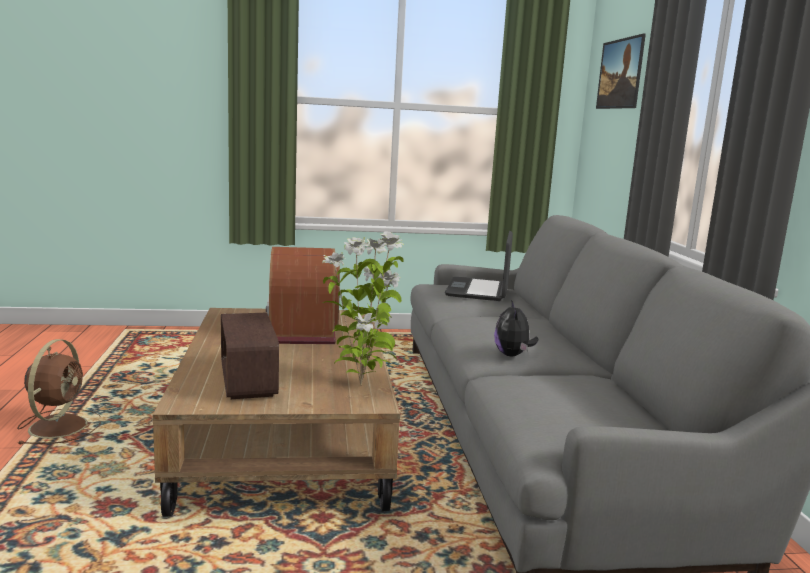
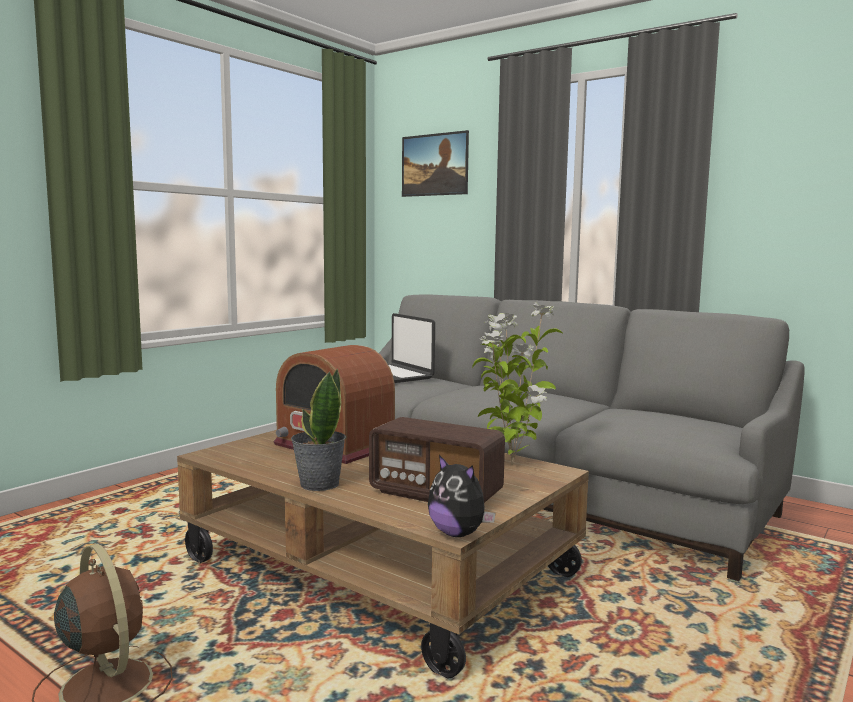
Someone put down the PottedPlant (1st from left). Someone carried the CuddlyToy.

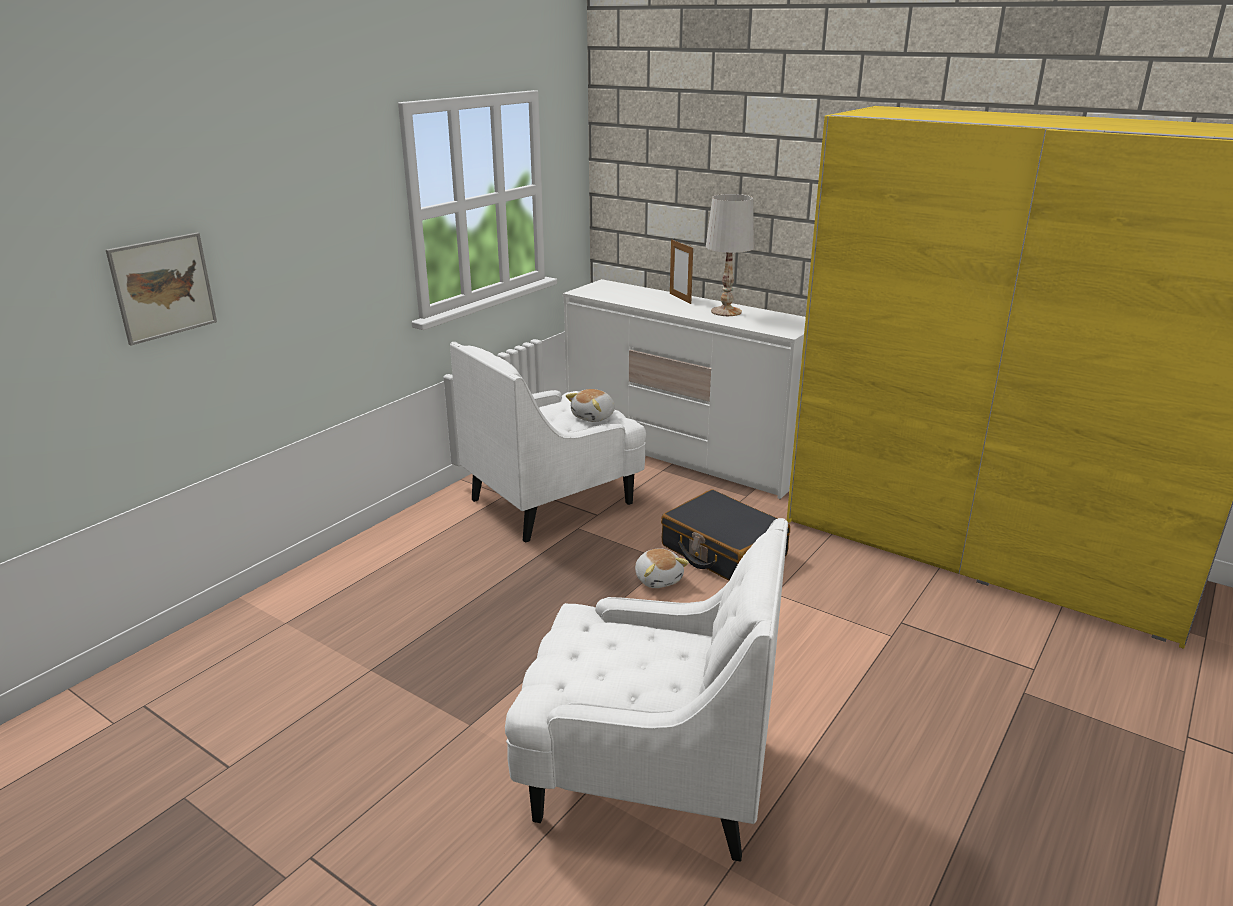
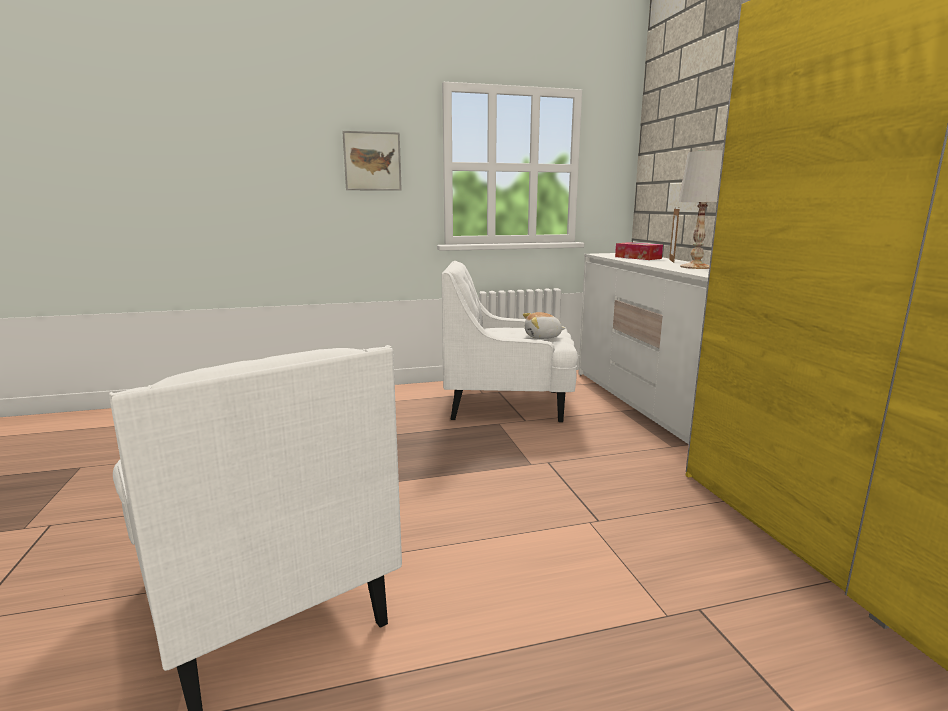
Someone carried the WallPicture. Someone put down the TissueBox. Someone took away the CuddlyToy (2nd from left). Someone took away the BlackTravelCase.

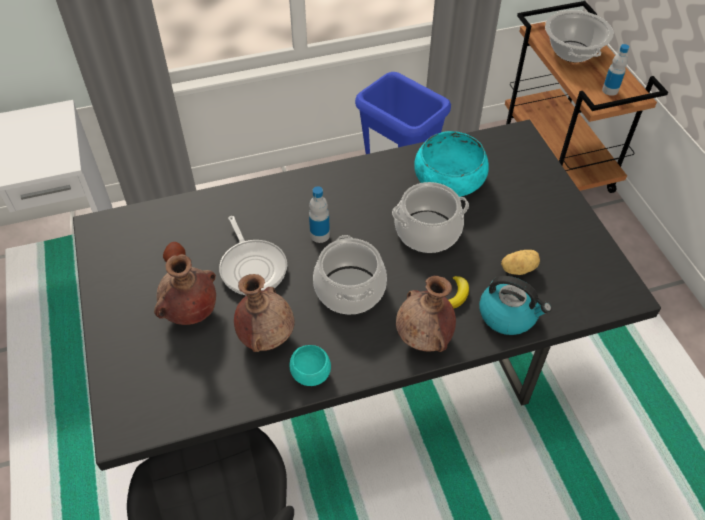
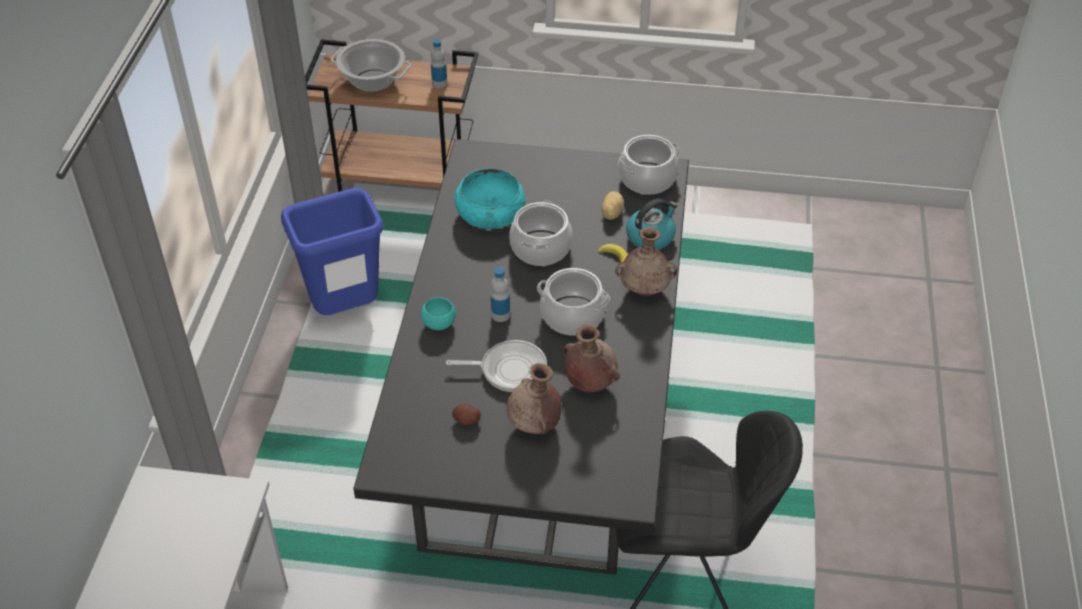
Someone carried the TurquoiseColouredDeepDish (1st from left). Someone put down the Saucepot (4th from left).

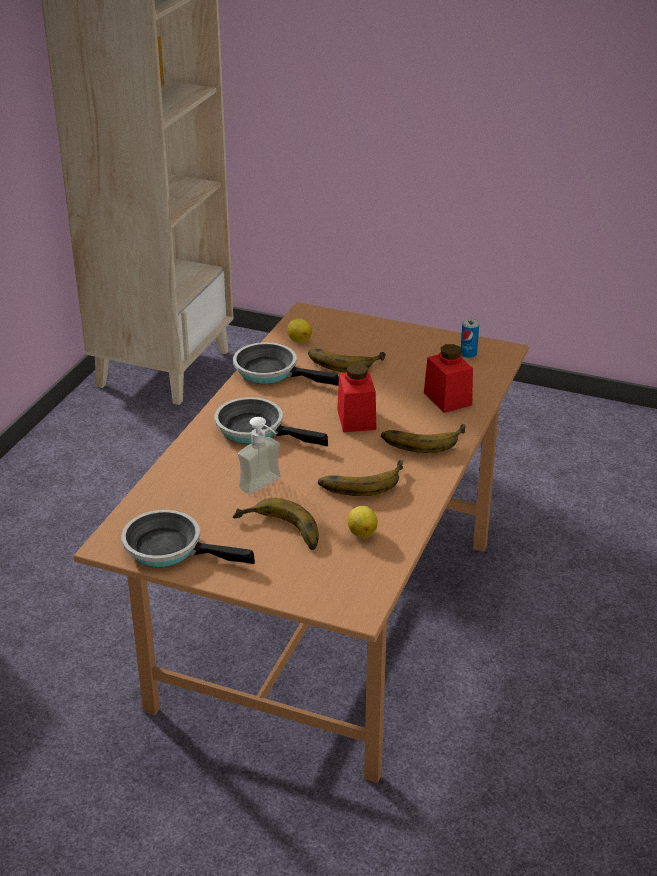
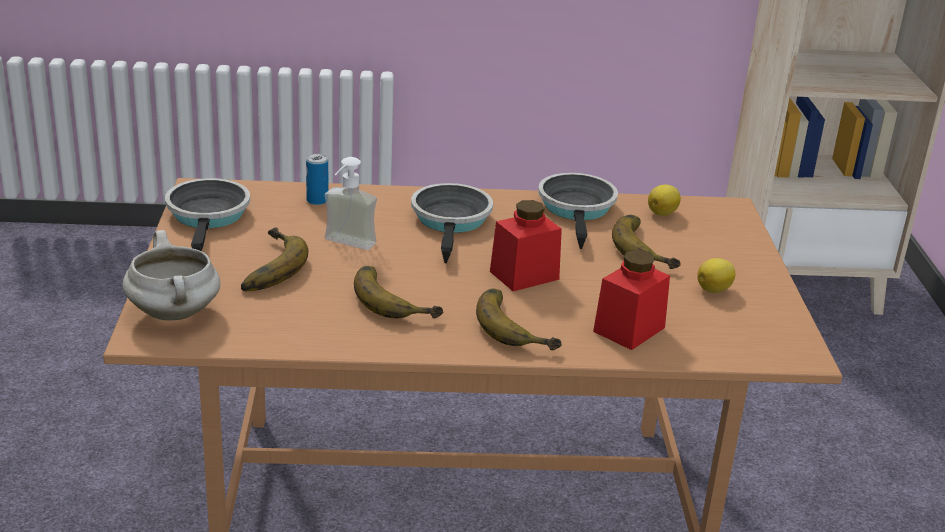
Someone put down the WhiteSaucepot. Someone carried the Can. Someone carried the WholeLemon (2nd from left).

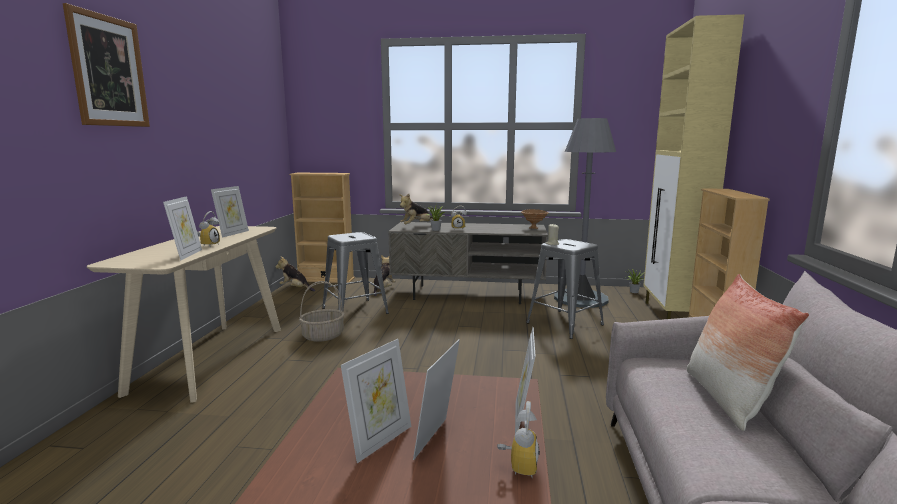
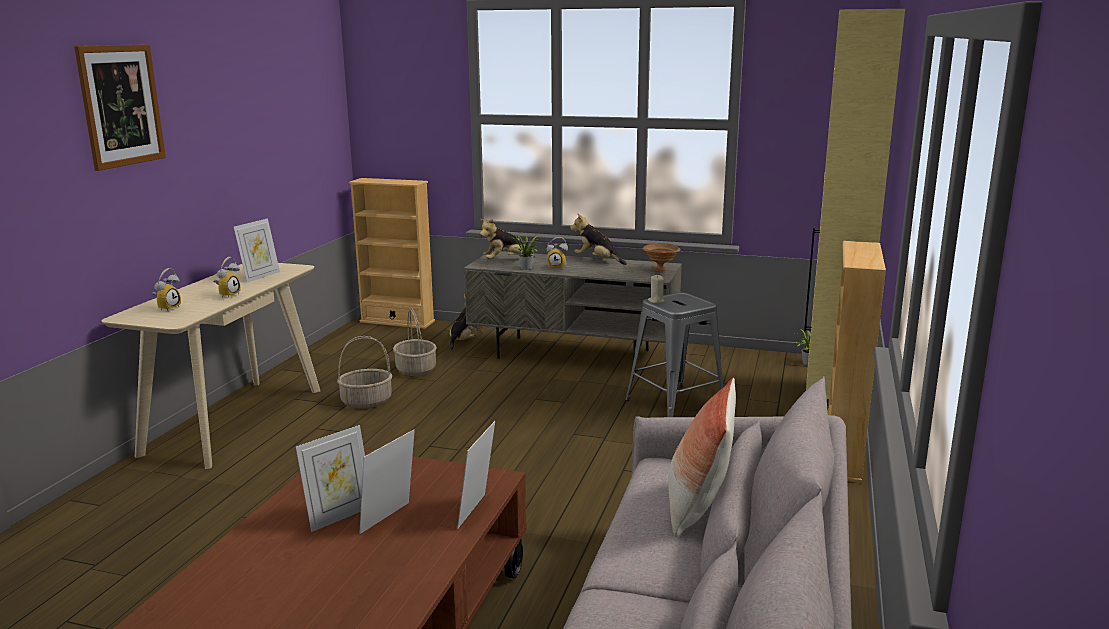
Someone carried the TableClock (3rd from left in the first image). Someone swapped the GreyishStoolSeat (1st from left) for the StorageBasket (2nd from left). Someone carried the CuddlyToy (1st from left in the first image). Someone took away the StandingFrame (1st from left). Someone took away the GreyishStandingLamp.

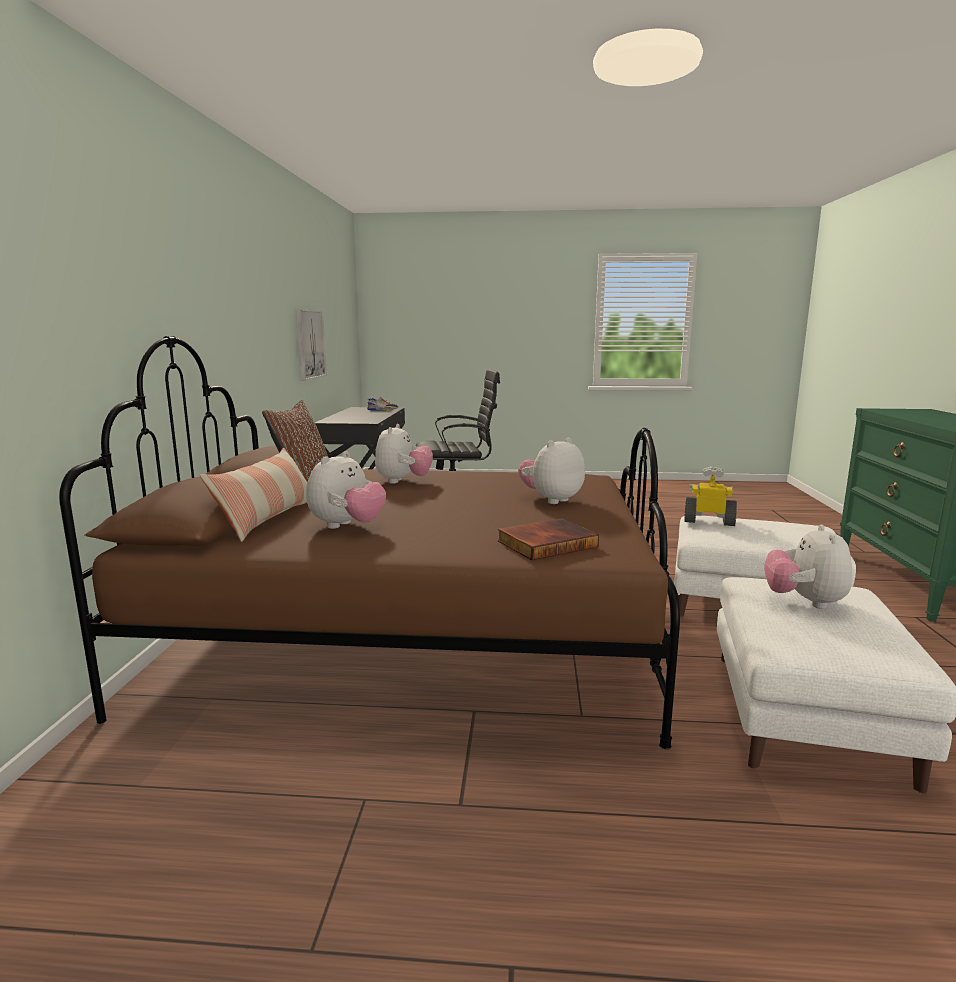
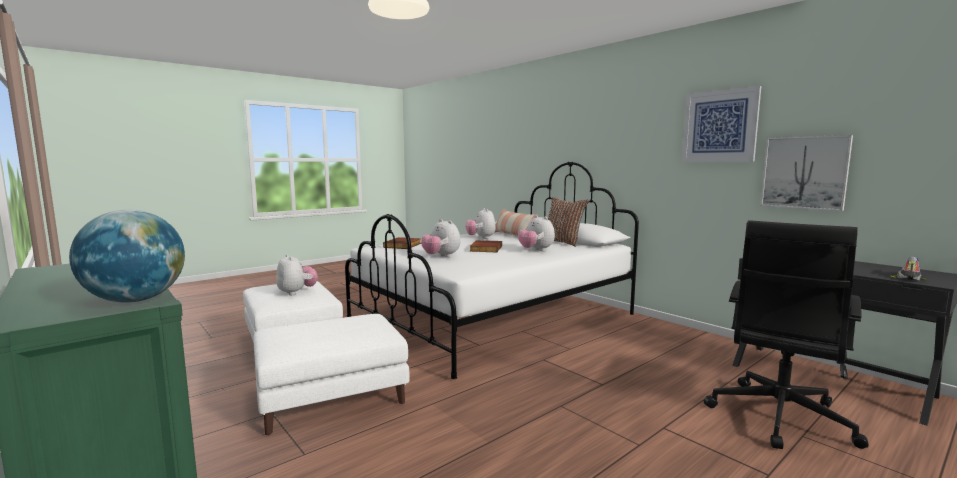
Someone put down the Globe. Someone repainted the BrownBed, which became the WhiteBed. Someone rotated the CuddlyToy (3rd from left in the first image) by 135 degrees clockwise. Someone put down the BoundBook (2nd from left). Someone put up the WallPicture (1st from left). Someone took away the ToyRobot.

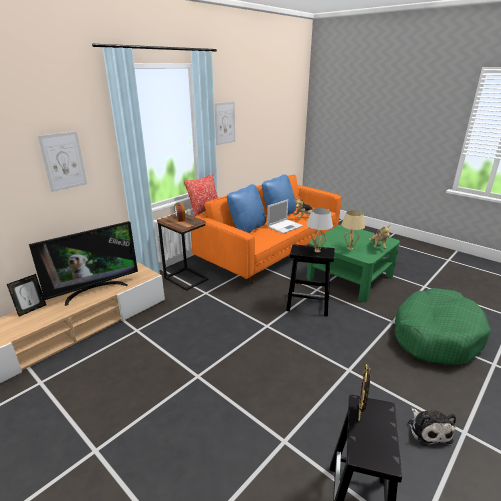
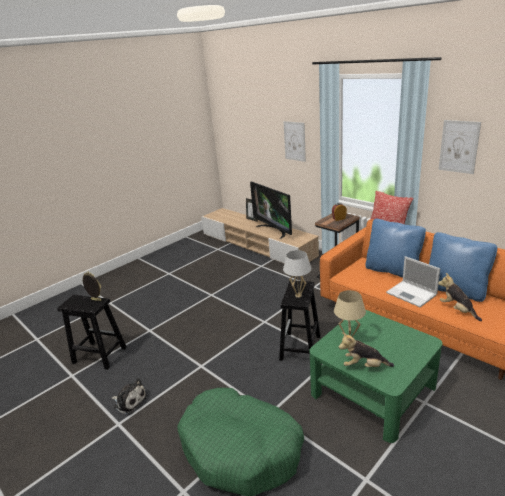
Someone rotated the CuddlyToy (3rd from left in the first image) by 150 degrees counterclockwise.

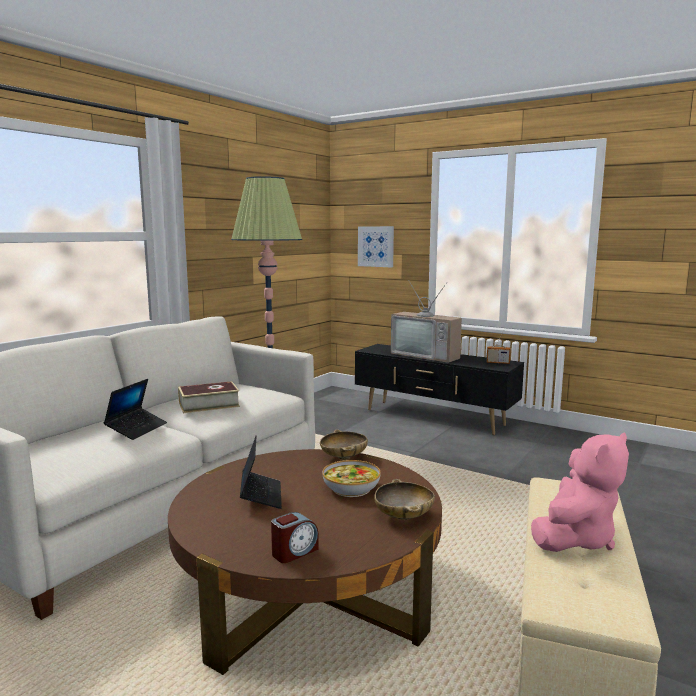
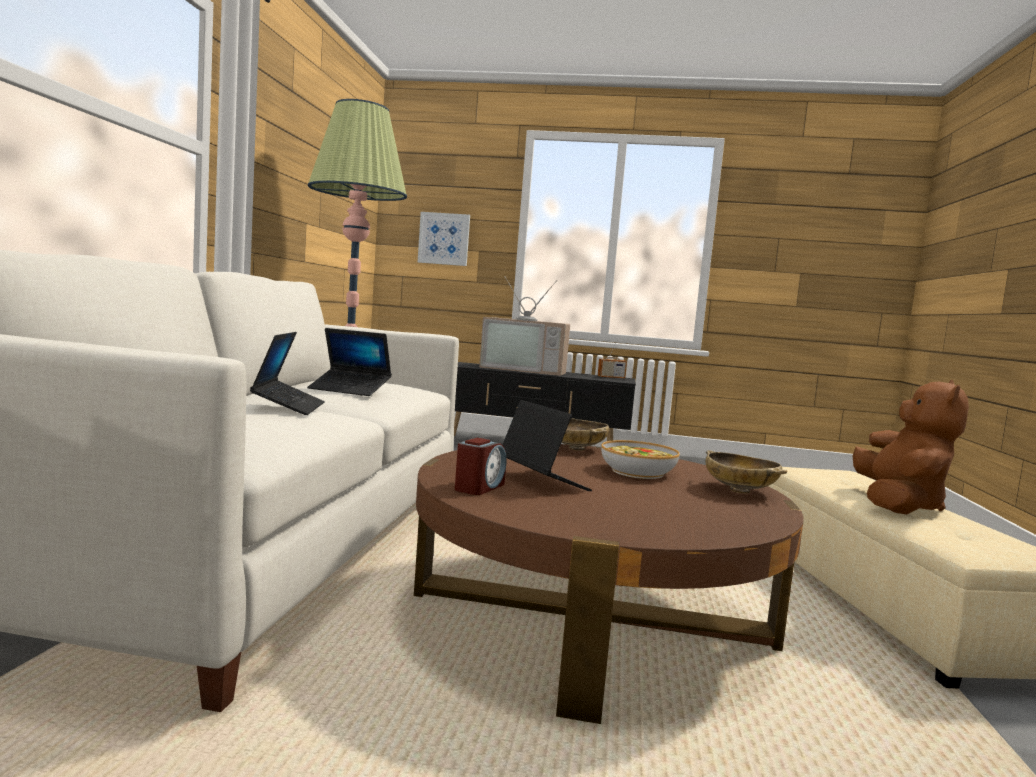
Someone swapped the BoundBook for the Laptop (2nd from left). Someone carried the TableClock. Someone repainted the PinkishCuddlyToy, which became the BrownCuddlyToy.

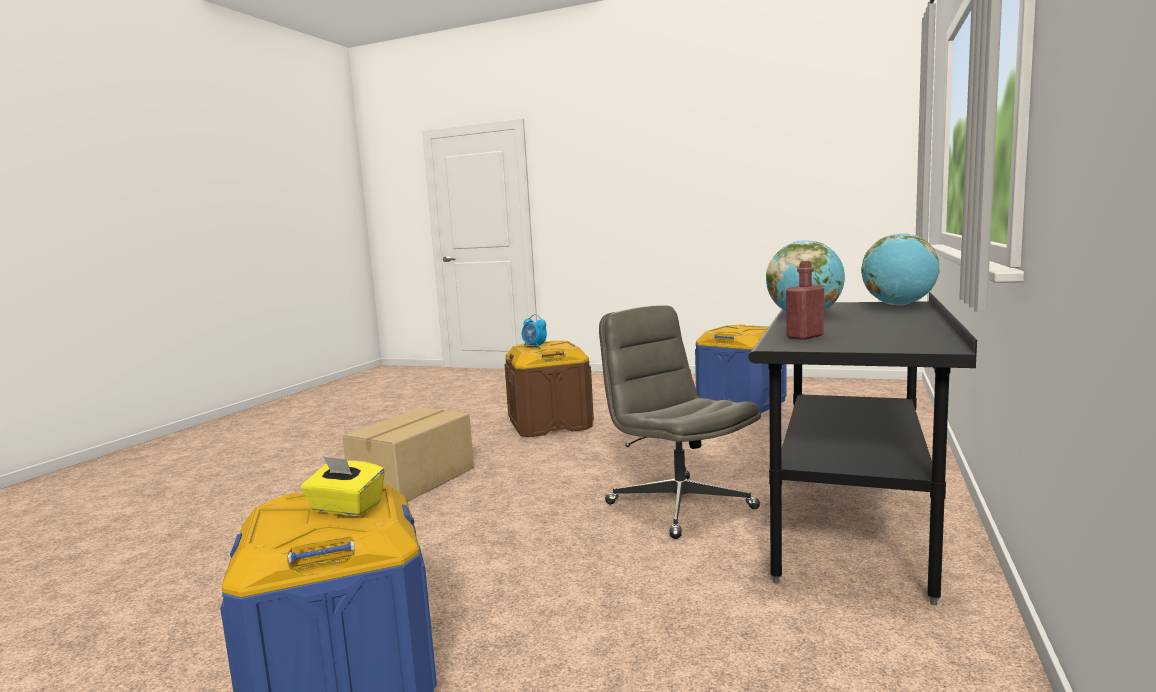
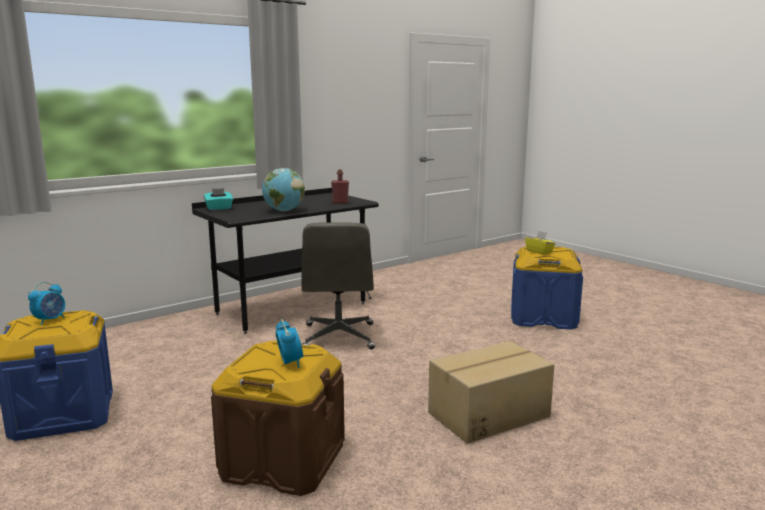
Someone put down the TableClock (1st from left). Someone swapped the Globe (2nd from left) for the TurquoiseColouredTissueBox.

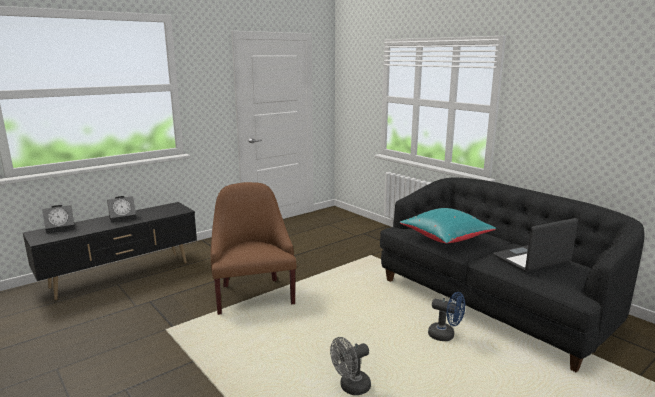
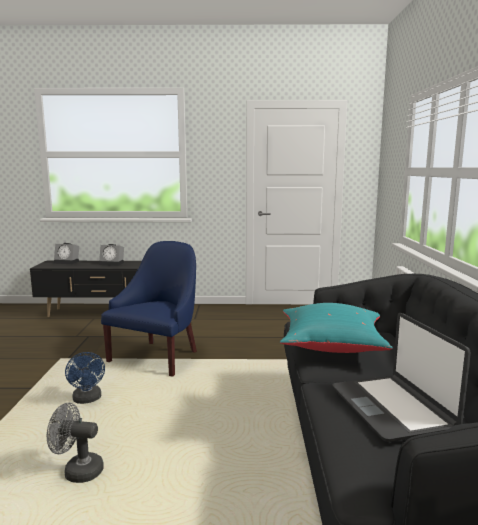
Someone carried the BluishFan. Someone repainted the BrownArmchair, which became the BluishArmchair. Someone rotated the Laptop by 120 degrees counterclockwise.

